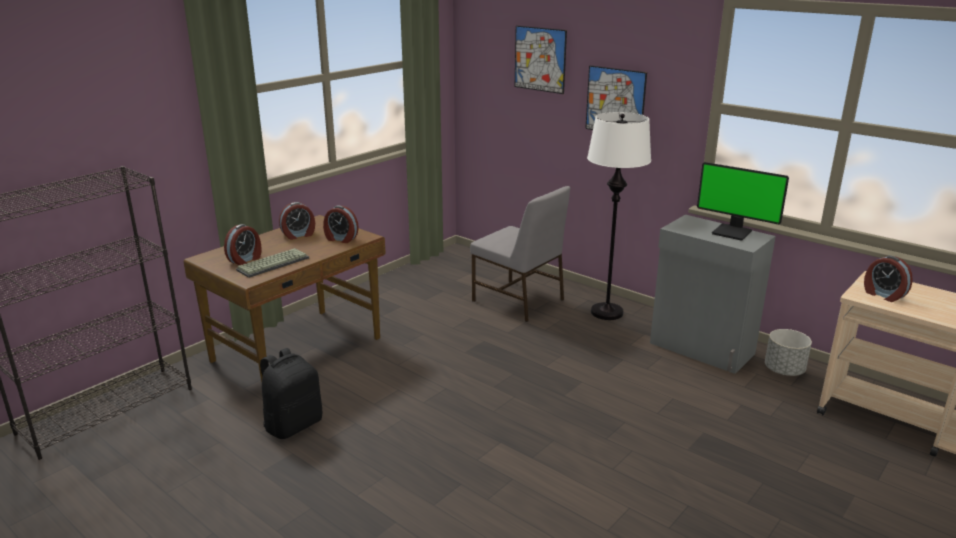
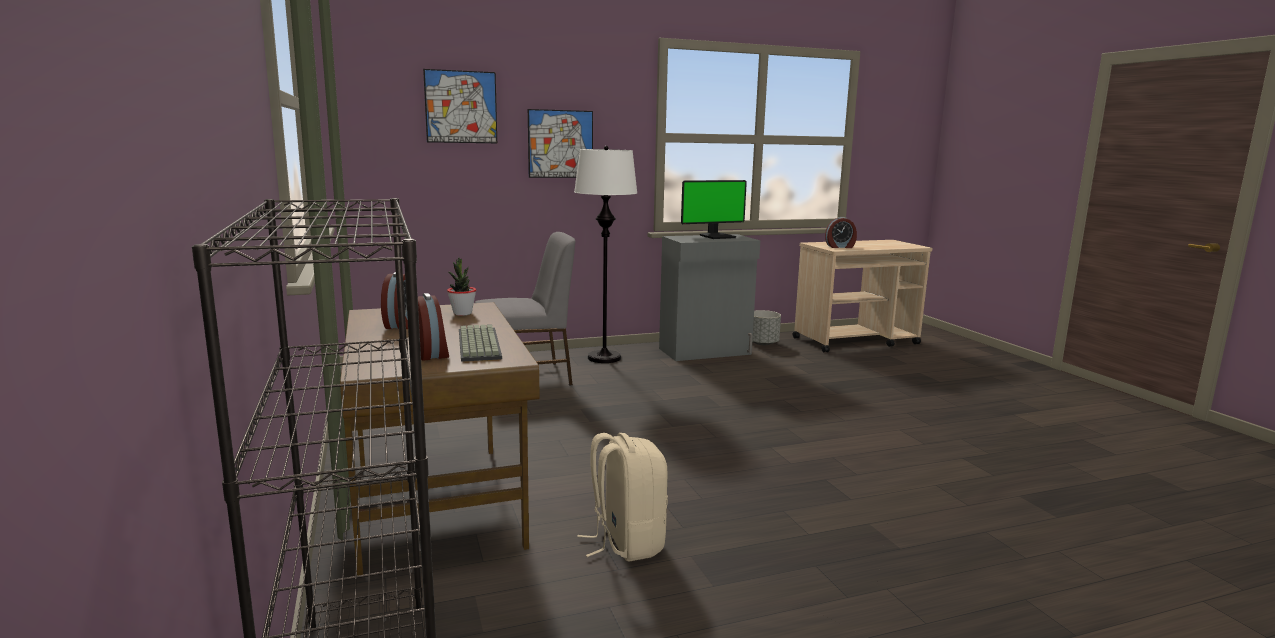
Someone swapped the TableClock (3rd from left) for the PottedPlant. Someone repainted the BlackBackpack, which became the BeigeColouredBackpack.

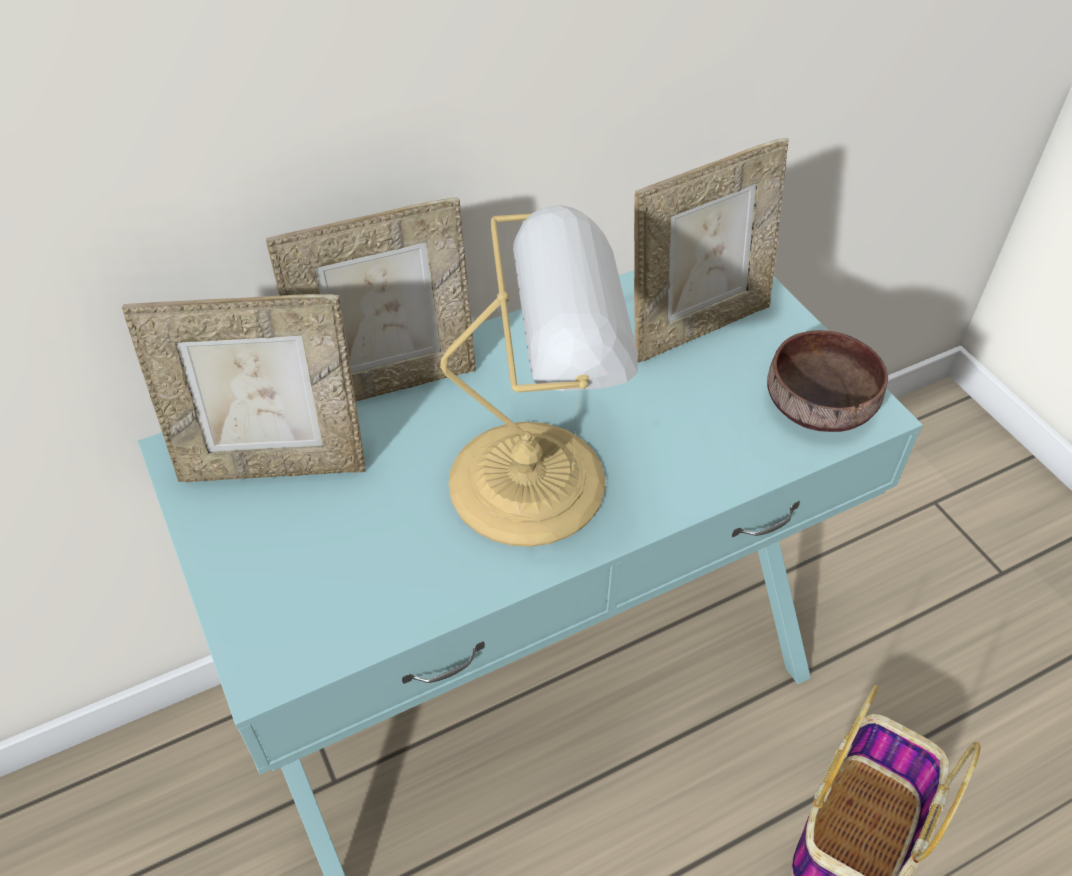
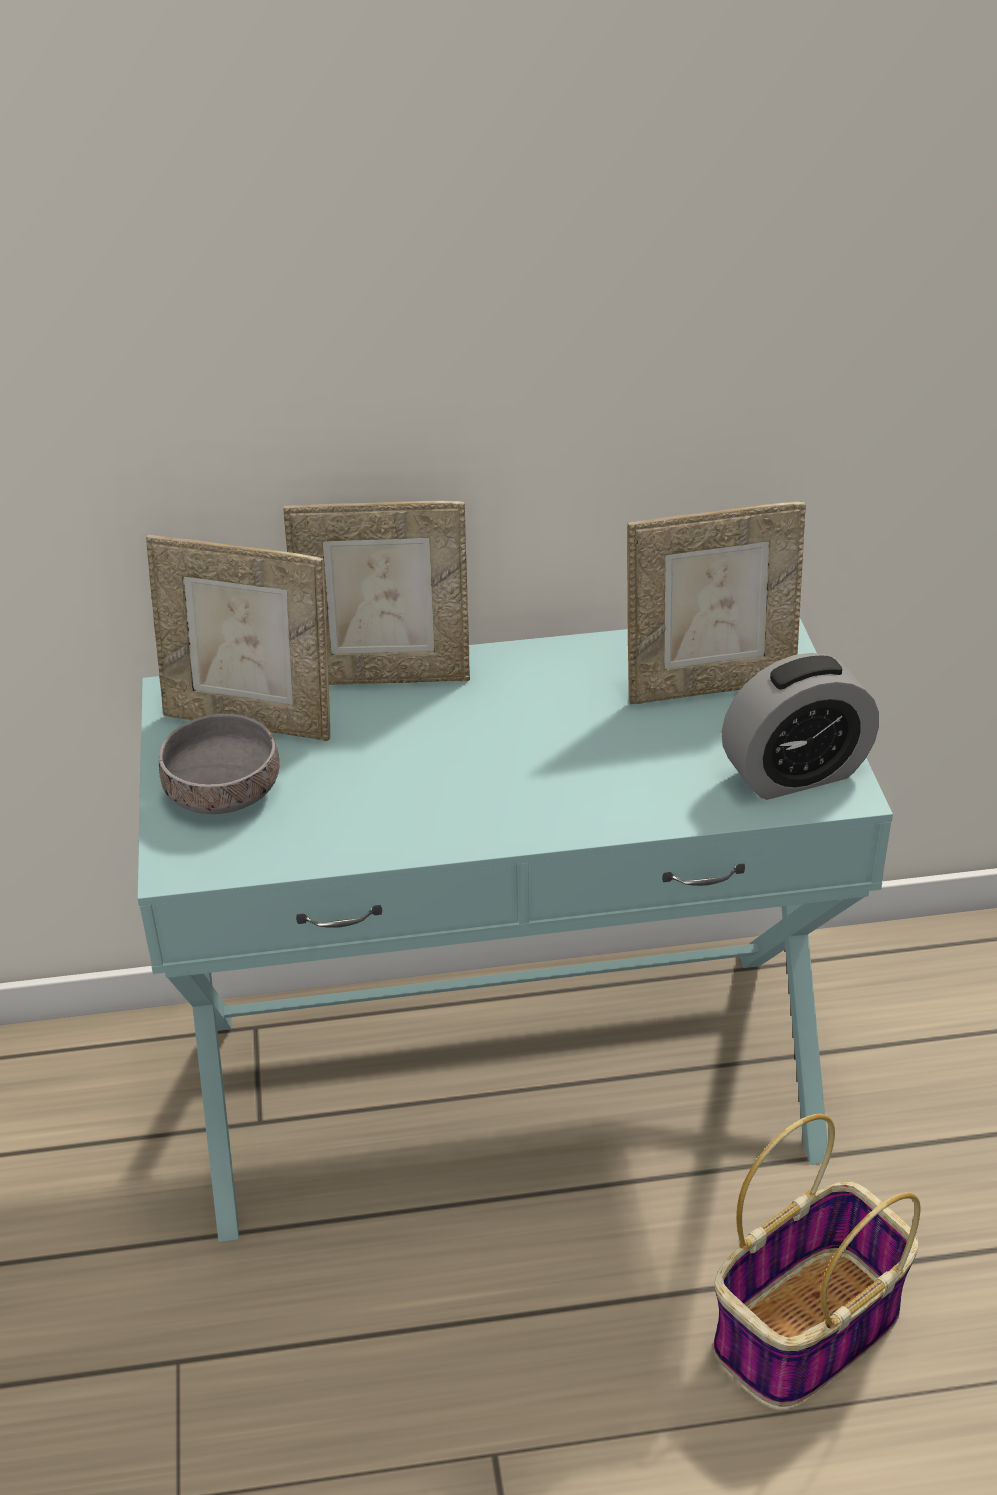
Someone put down the GreyishDeepDish. Someone swapped the BrownDeepDish for the TableClock. Someone took away the LampForATable.

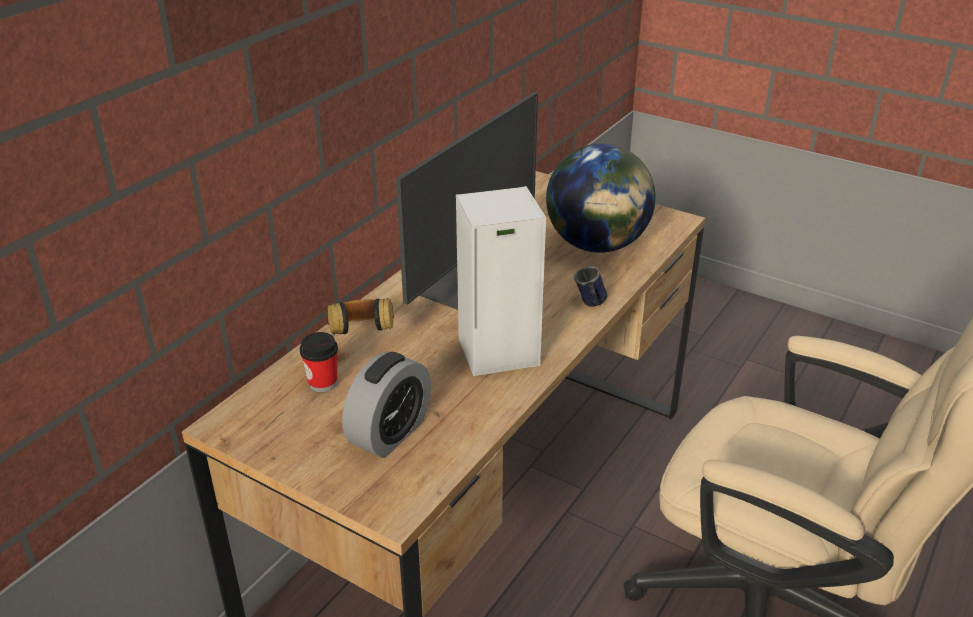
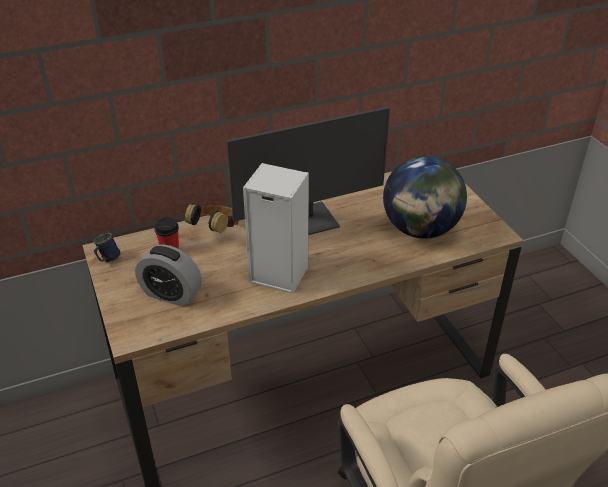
Someone carried the BluishMug. Someone rotated the TableClock by 45 degrees clockwise.

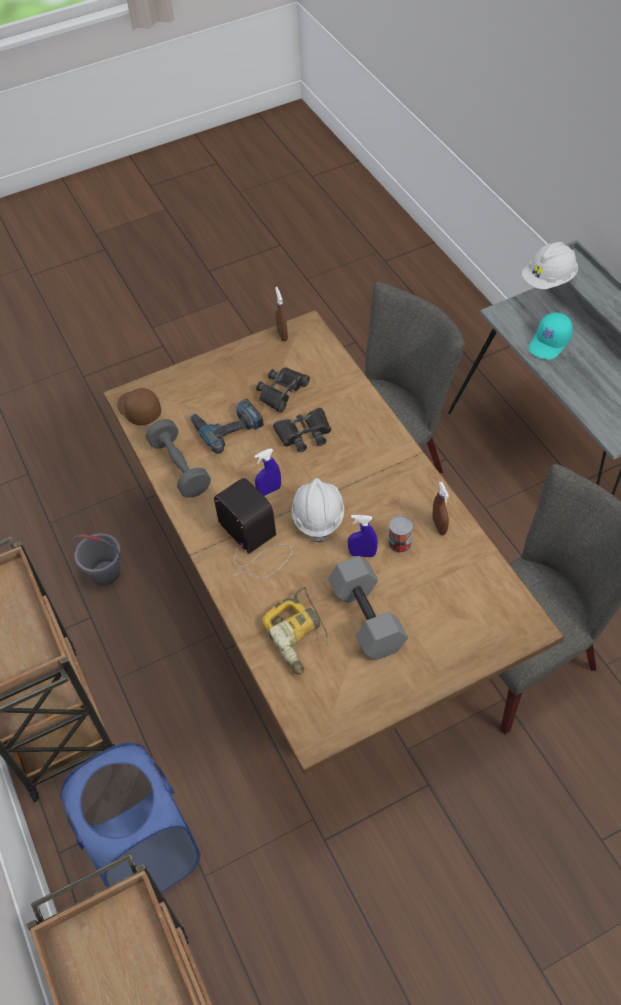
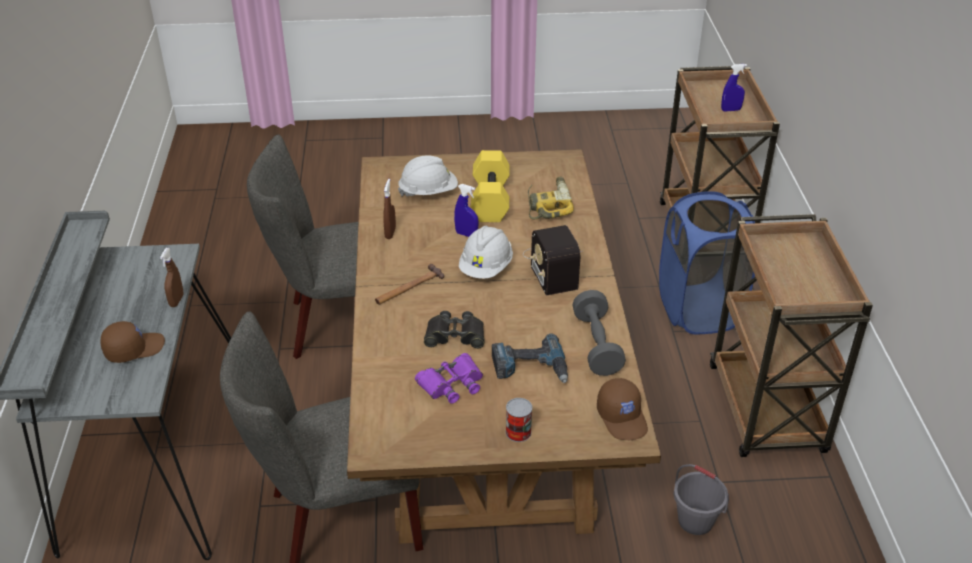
Someone repainted the TurquoiseColouredCap, which became the BrownCap (1st from left). Someone carried the BrownHandSprayer (1st from left). Someone put down the Hammer. Someone carried the WhiteWorkHelmet (2nd from left in the first image). Someone repainted the BlackPairOfBinoculars (1st from left), which became the PurplePairOfBinoculars. Someone repainted the GreyishFreeWeight (2nd from left), which became the YellowishFreeWeight. Someone carried the Can. Someone carried the BluishHandSprayer (1st from left in the first image).

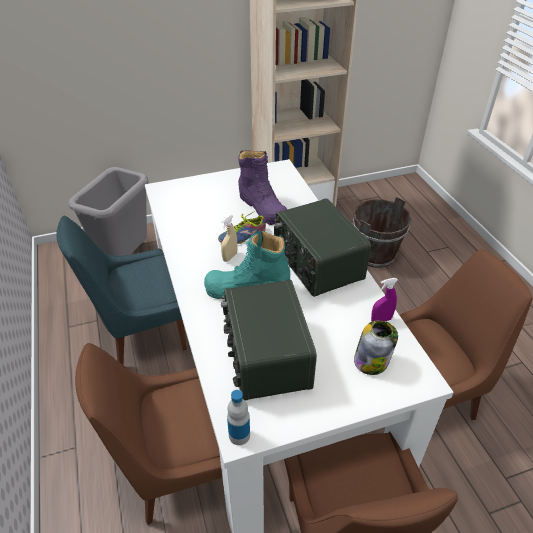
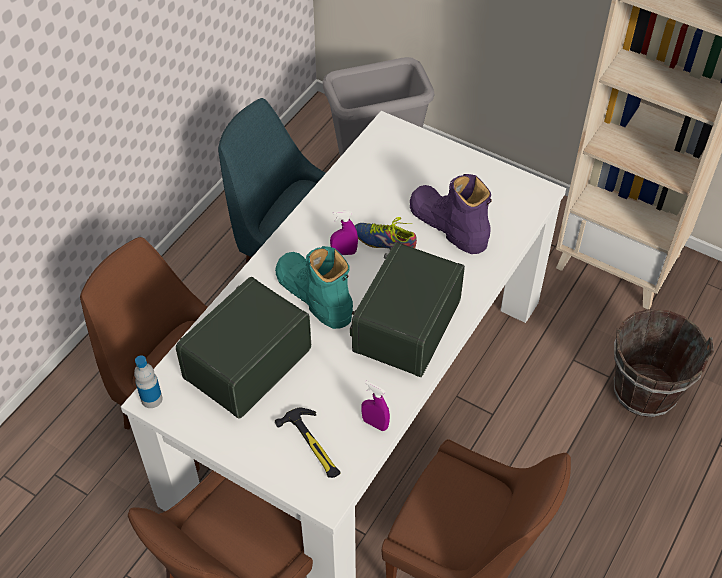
Someone swapped the PreserveJar for the Hammer. Someone repainted the BeigeColouredHandSprayer, which became the PurpleHandSprayer (1st from left). Someone rotated the PurpleBoot by 120 degrees clockwise.

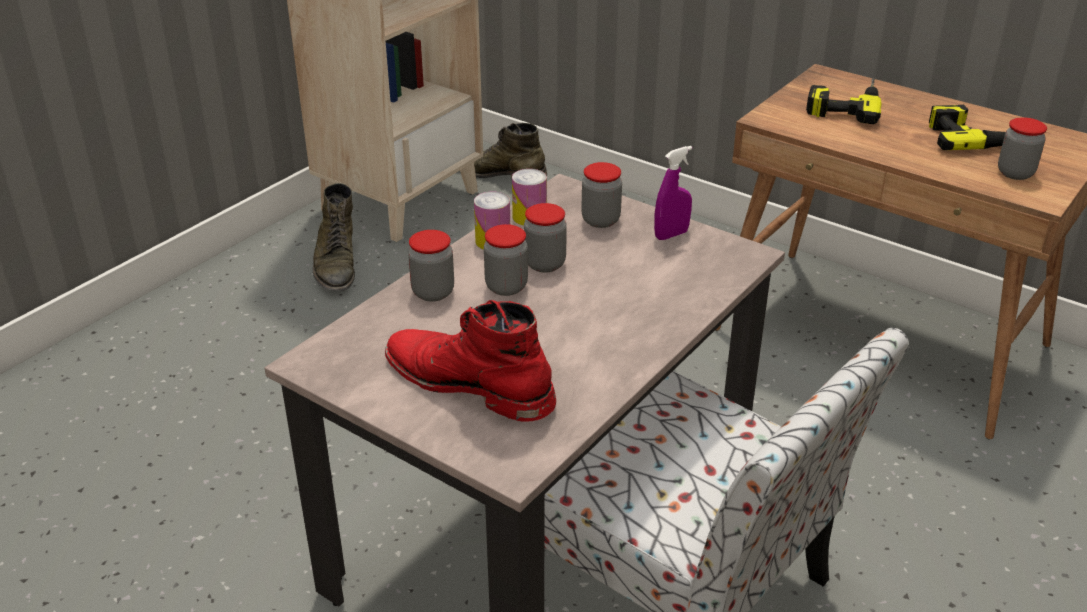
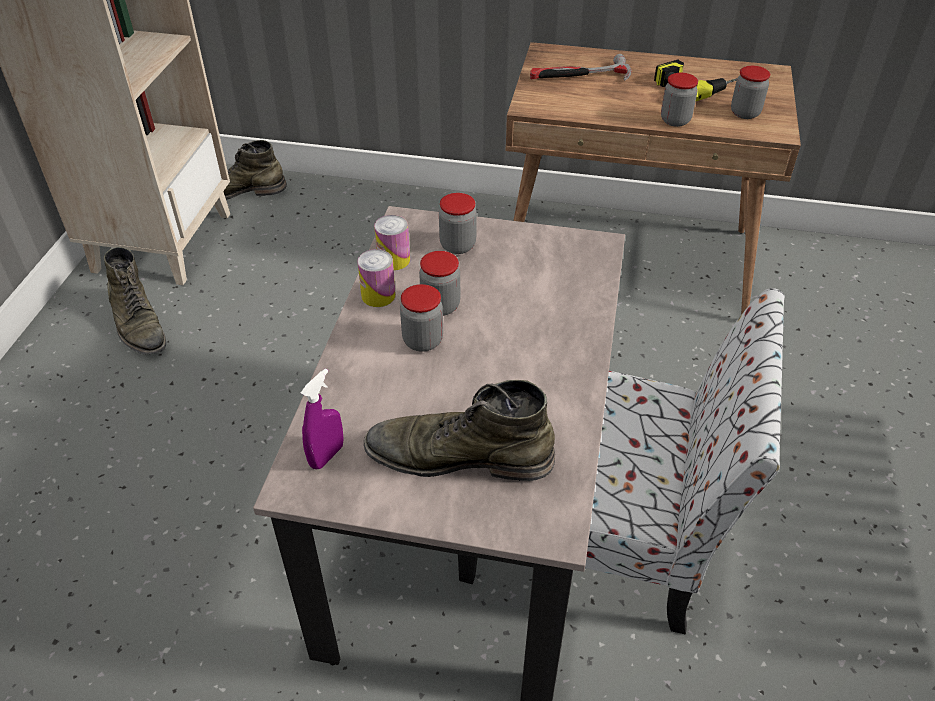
Someone carried the PurpleHandSprayer. Someone repainted the ReddishBoot, which became the GreenishBoot (3rd from left). Someone swapped the PowerDrill (1st from left) for the Hammer. Someone carried the PreserveJar (1st from left in the first image).

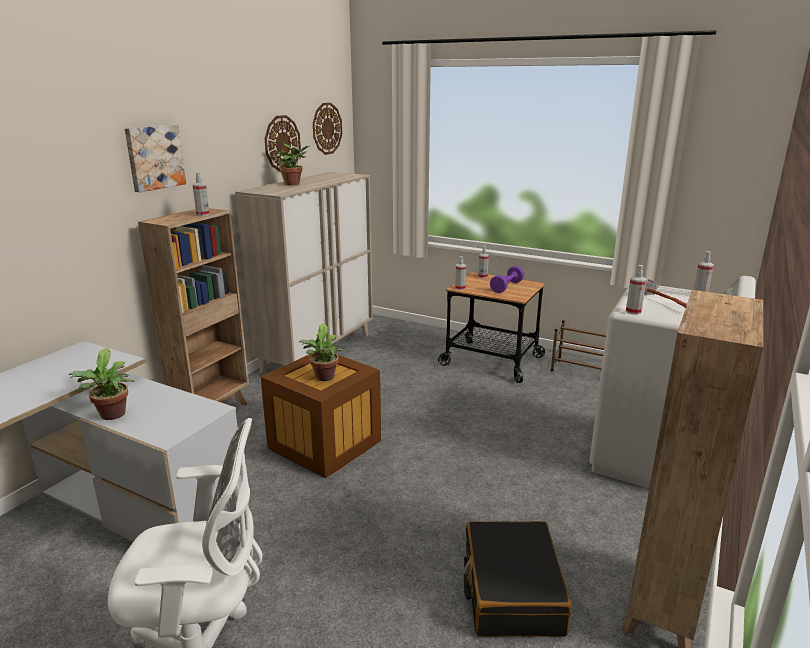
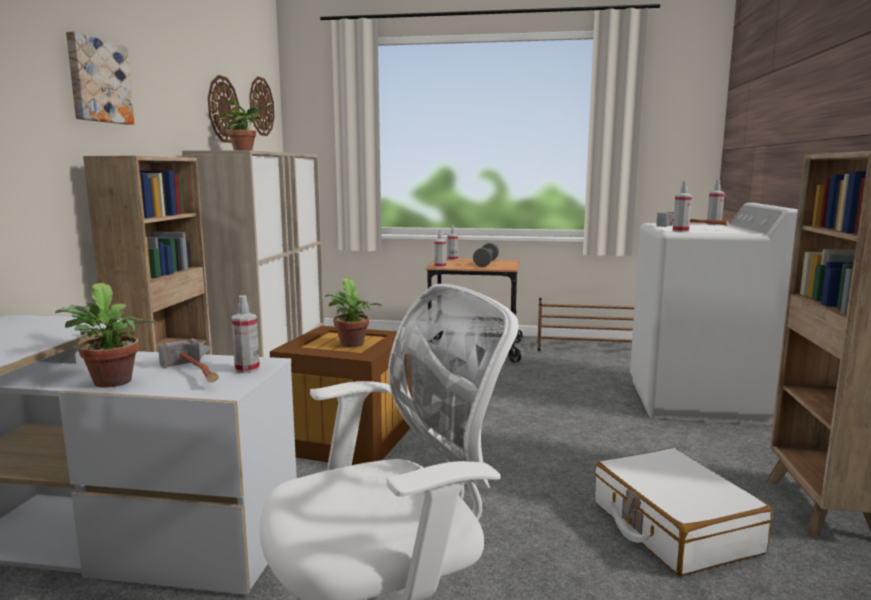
Someone put down the Hammer (1st from left). Someone carried the HandSprayer (1st from left). Someone repainted the PurpleFreeWeight, which became the GreyishFreeWeight. Someone repainted the BlackTravelCase, which became the WhiteTravelCase.

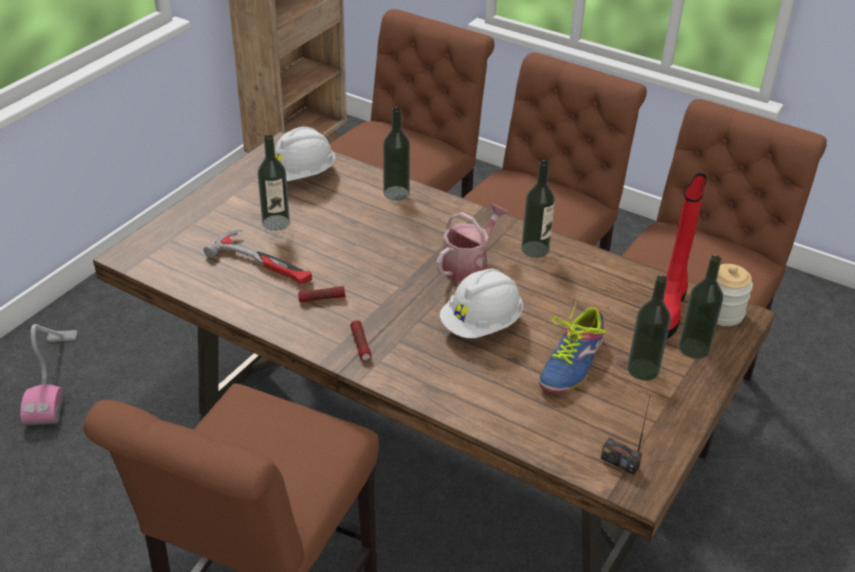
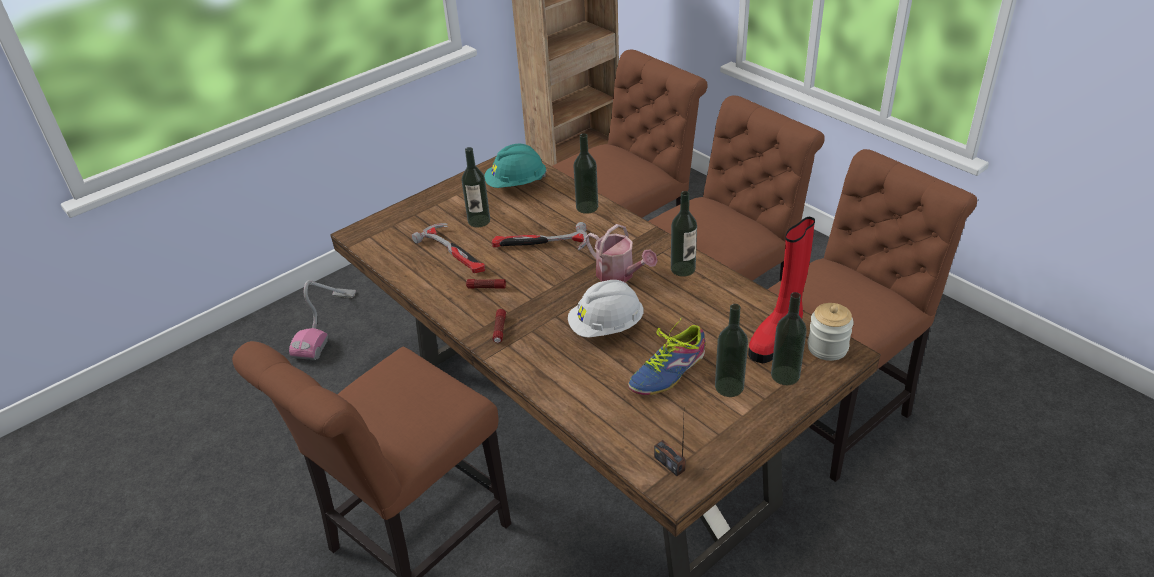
Someone repainted the WhiteWorkHelmet (1st from left), which became the TurquoiseColouredWorkHelmet. Someone put down the Hammer (2nd from left). Someone rotated the WateringCan by 75 degrees clockwise.

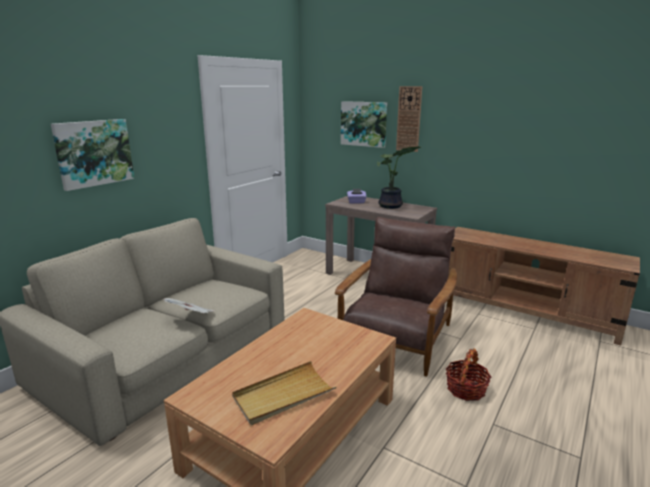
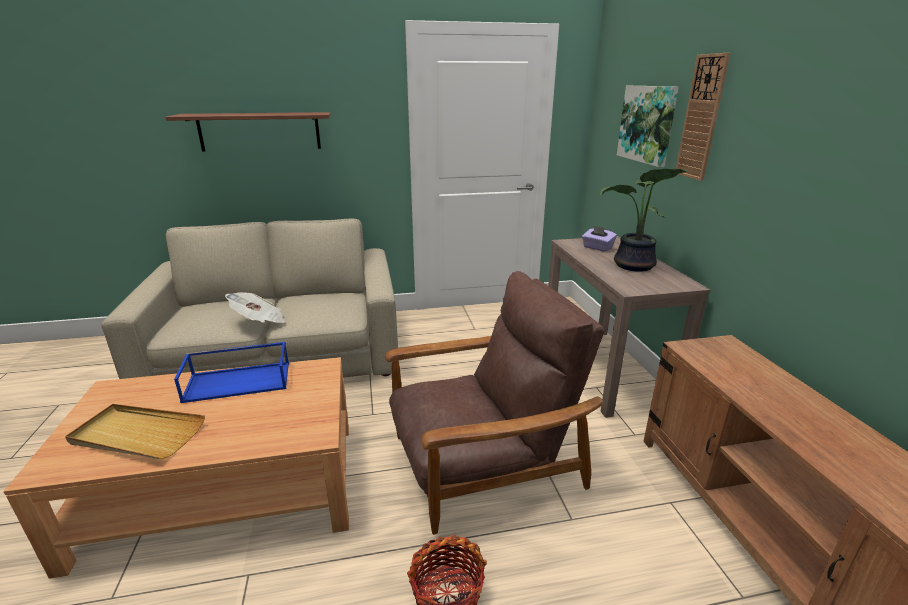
Someone swapped the WallPicture (1st from left) for the BracketShelf. Someone put down the BluishTray.

